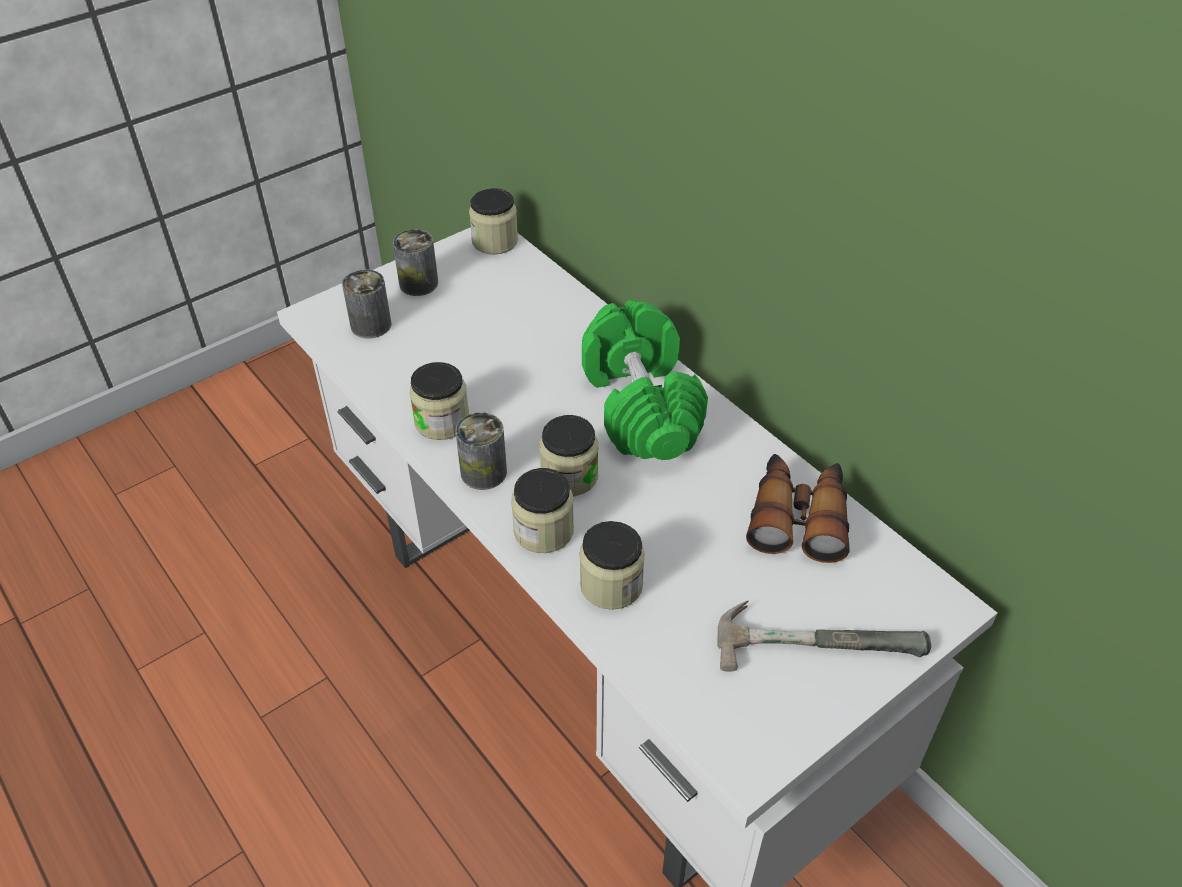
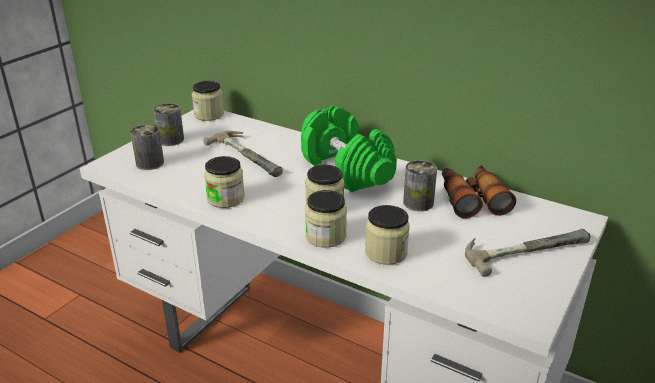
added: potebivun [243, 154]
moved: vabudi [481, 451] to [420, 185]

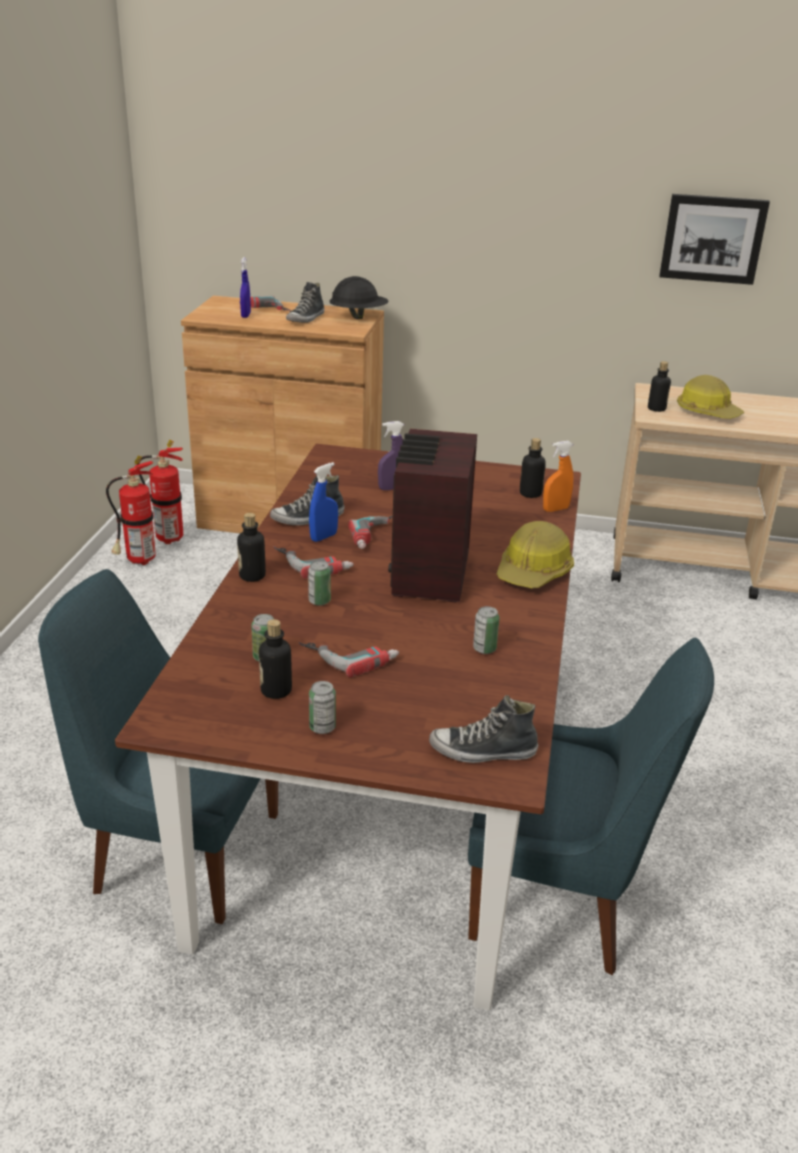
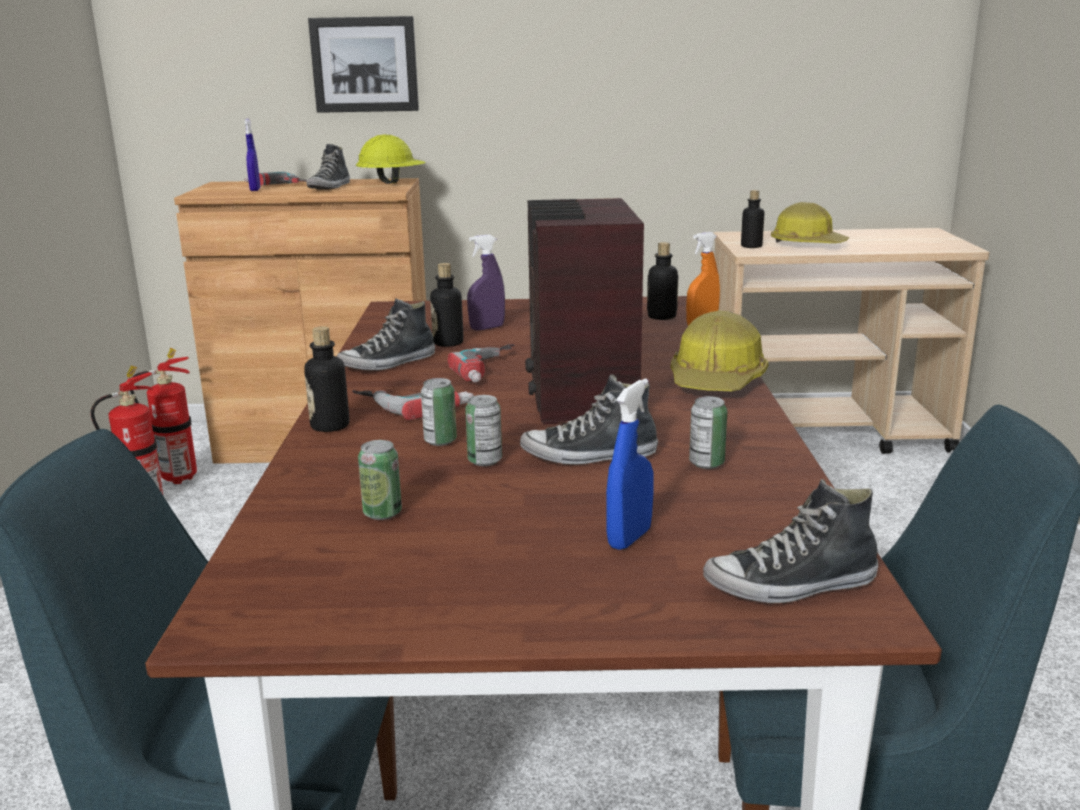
removed: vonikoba [349, 660]
added: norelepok [589, 420]
moved: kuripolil [275, 659] to [447, 305]; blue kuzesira [323, 502] to [630, 464]; vabudi [322, 707] to [483, 430]; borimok [714, 239] to [363, 64]
recoloured: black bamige [359, 297] to yellow bamige [390, 159]

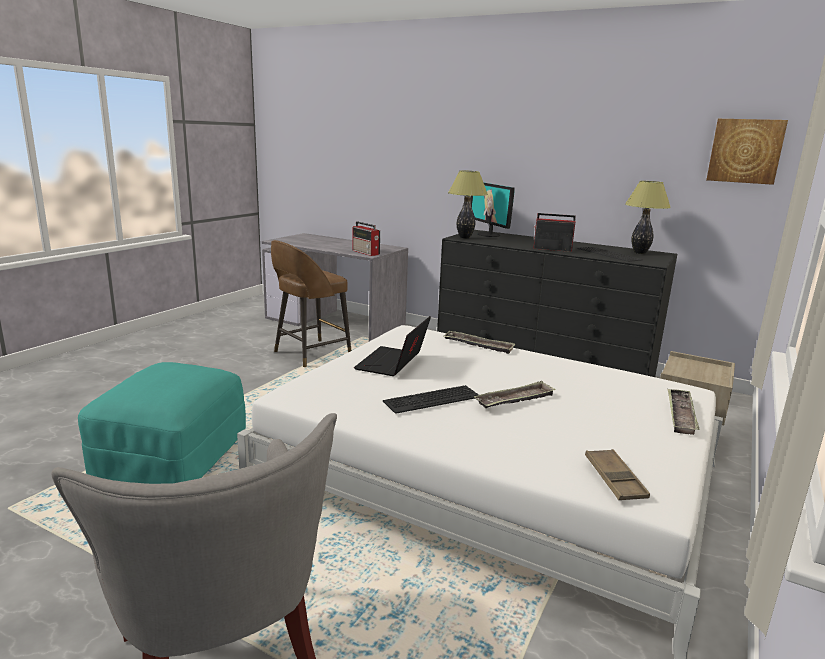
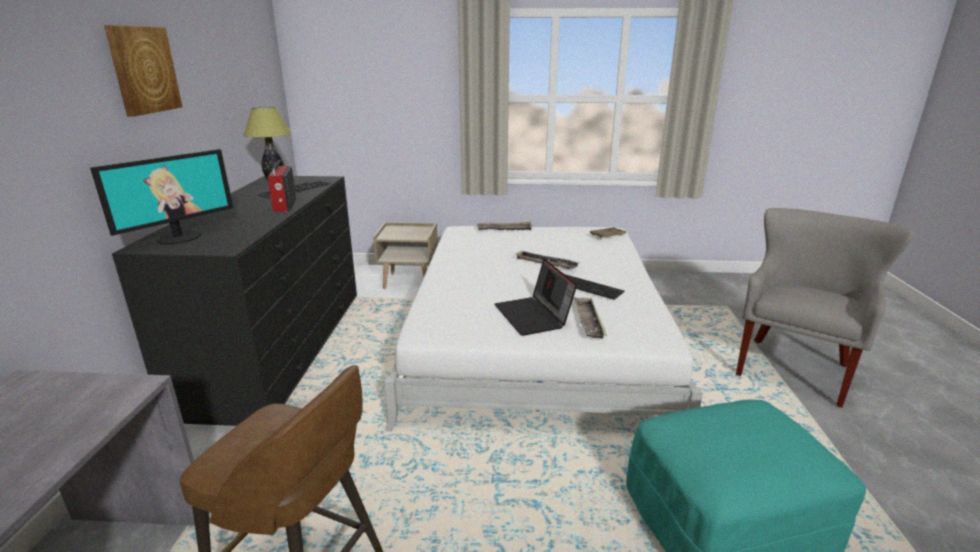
removed: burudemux [366, 238]; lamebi [468, 204]
moved: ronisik [480, 342] to [590, 318]; borimok [747, 152] to [143, 70]
turned: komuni [392, 346] = [536, 297] 75 degrees clockwise

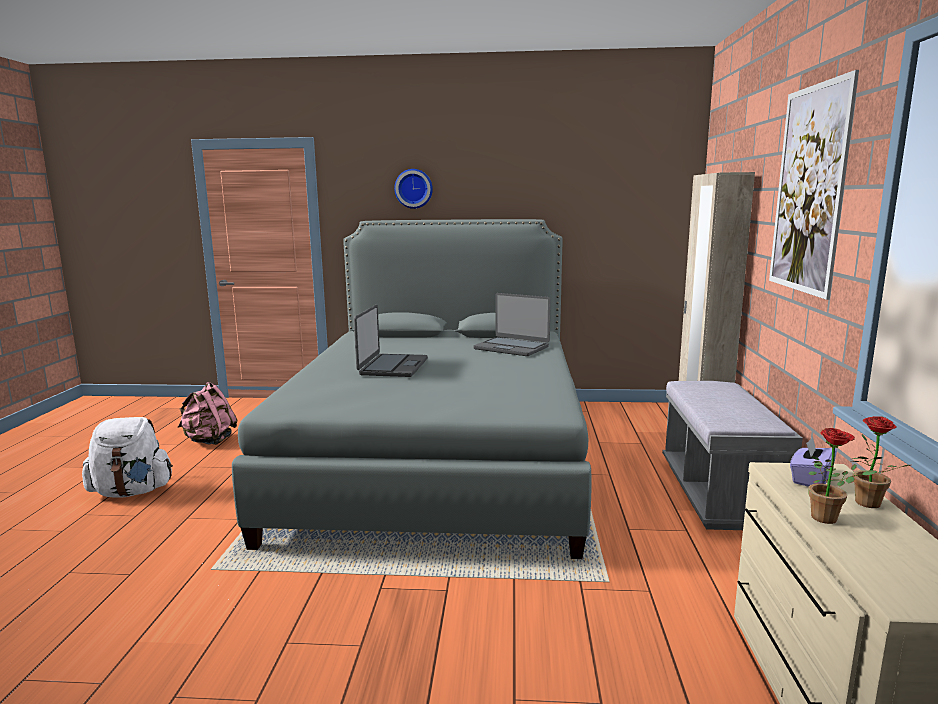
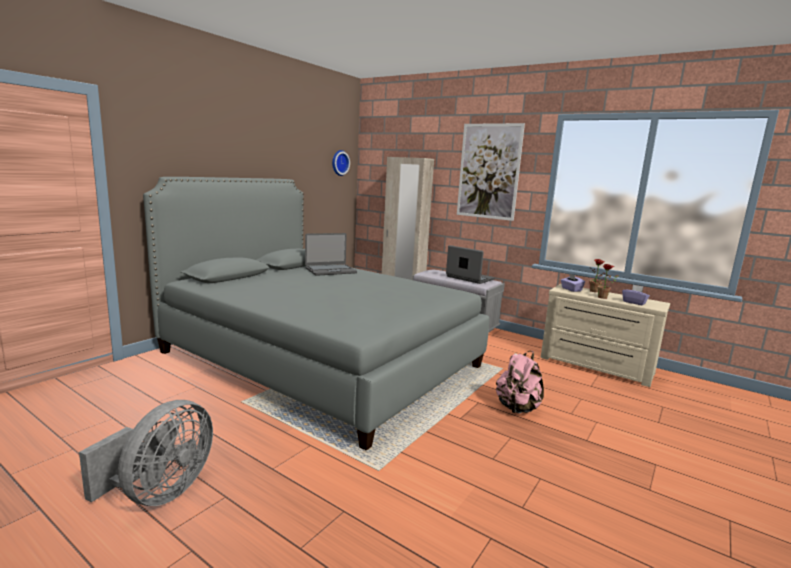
added: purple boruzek [636, 295]
moved: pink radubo [207, 413] to [520, 382]; komuni [391, 341] to [470, 264]; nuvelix [413, 189] to [341, 163]
replaced: white radubo [127, 457] to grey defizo [146, 453]

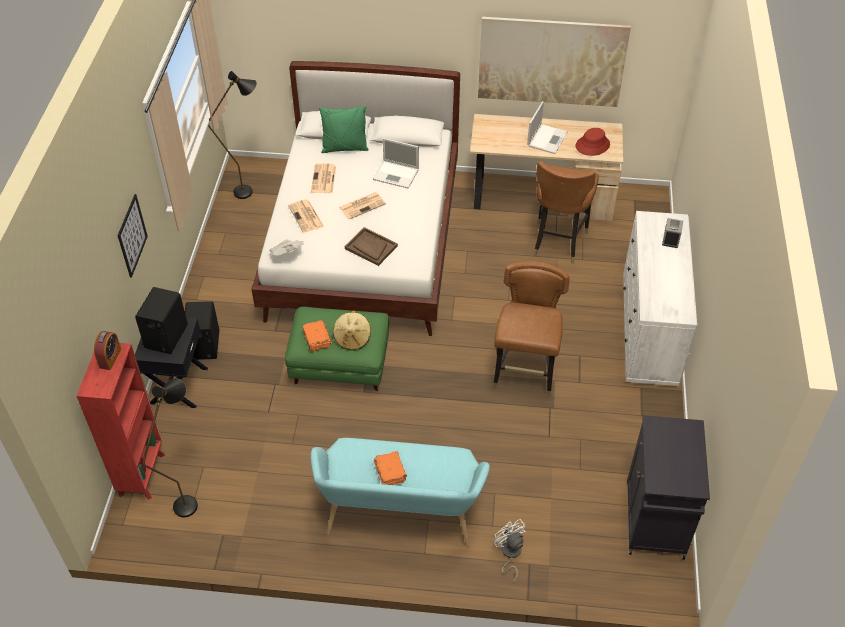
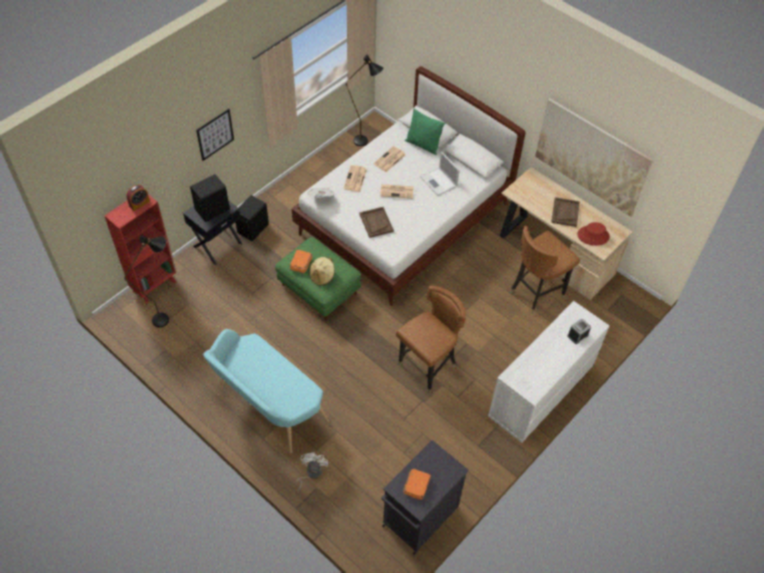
moved: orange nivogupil [390, 468] to [417, 484]
replaced: komuni [547, 127] to brown ronisik [565, 212]

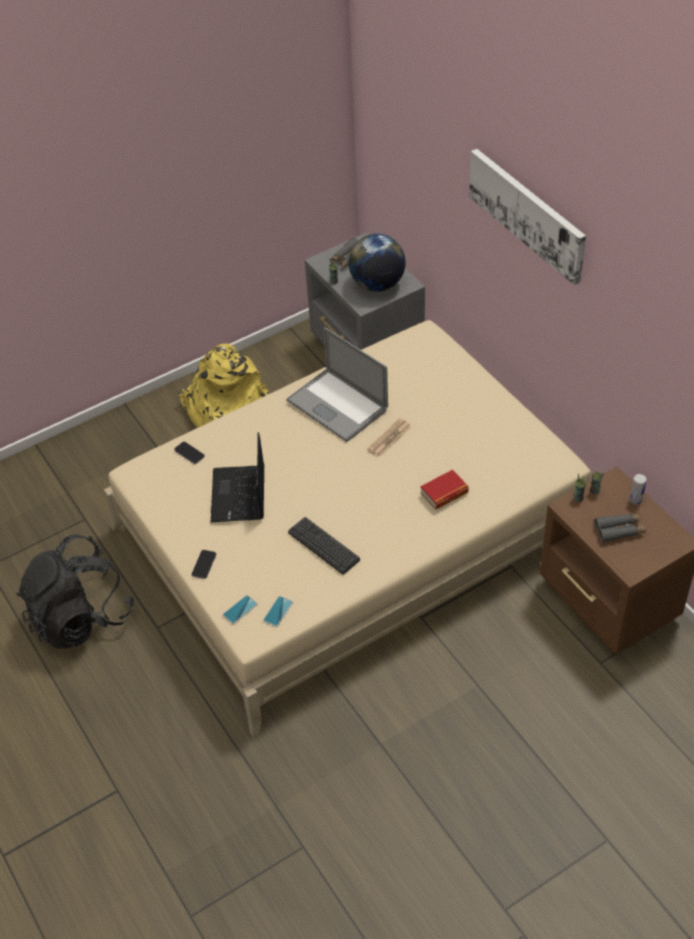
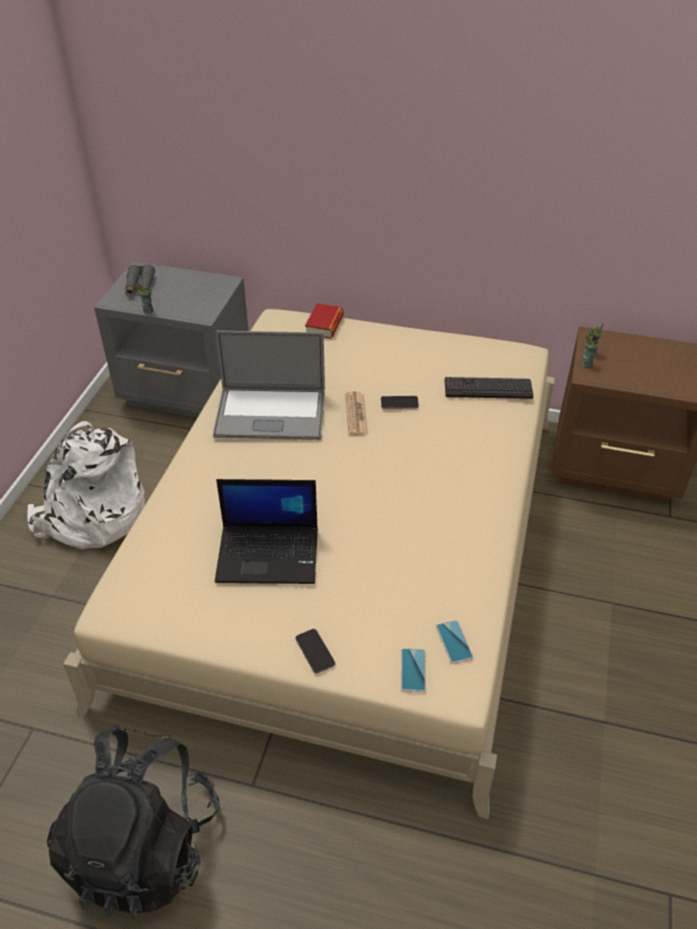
removed: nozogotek [377, 263]; borimok [527, 217]; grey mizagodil [620, 528]; vabudi [638, 489]
moved: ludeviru [189, 452] to [400, 402]; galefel [324, 545] to [489, 388]; nivogupil [445, 489] to [324, 321]
recoloured: yellow radubo [224, 385] to white radubo [86, 485]
turned: komuni [237, 477] = [266, 531] 45 degrees counterclockwise

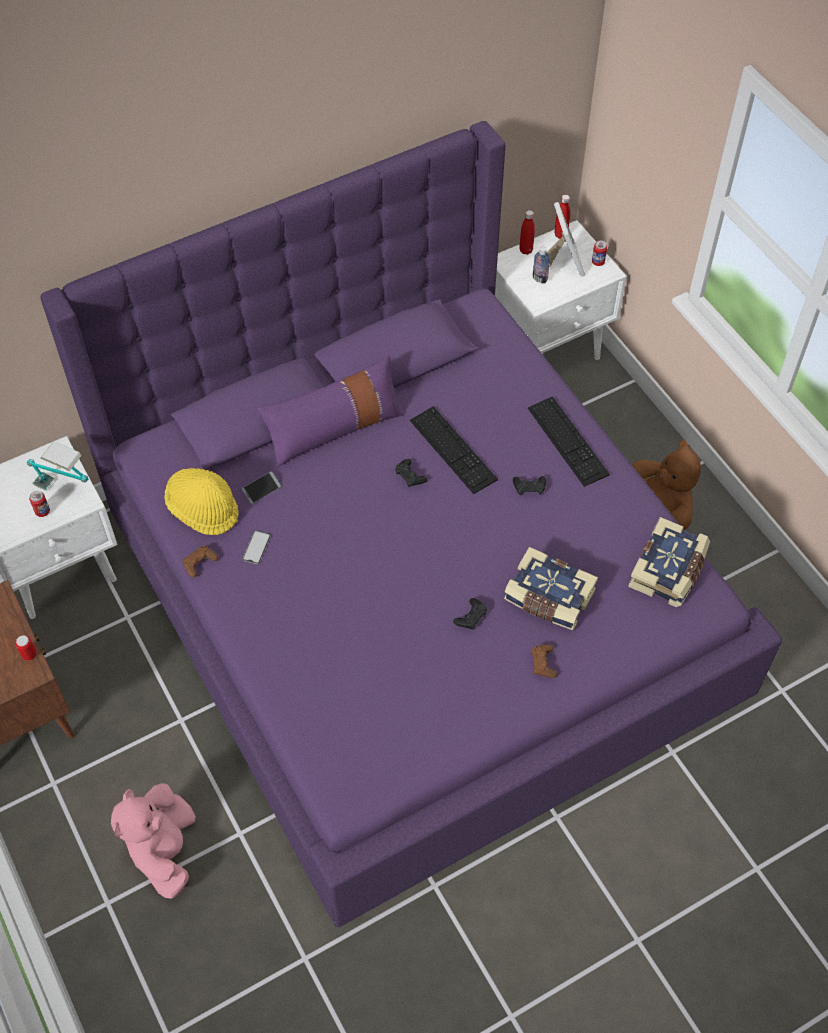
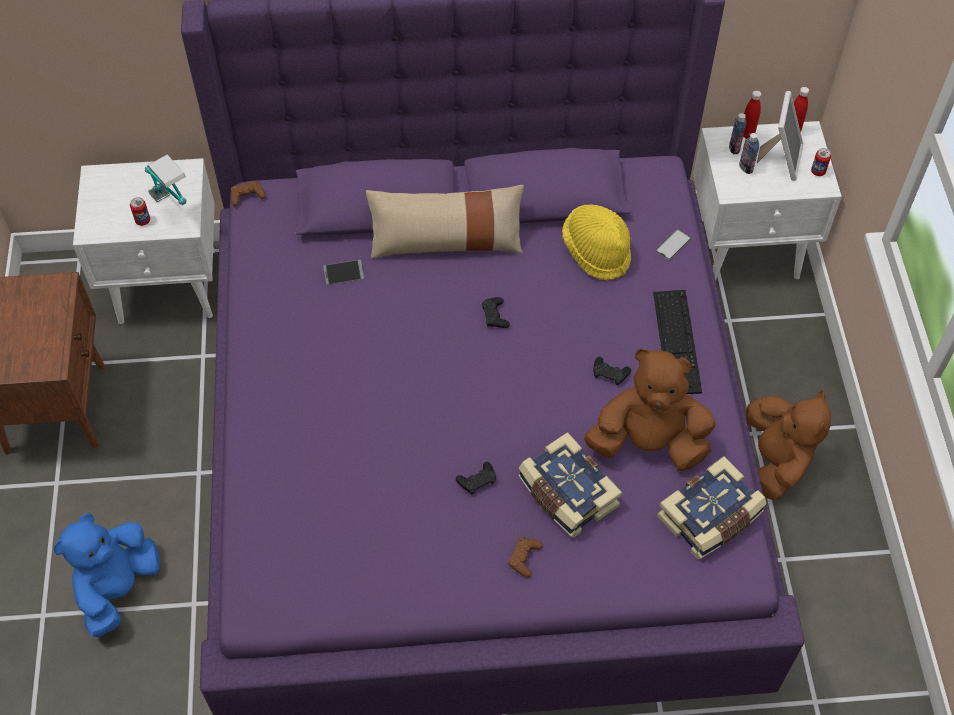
removed: vabudi [26, 648]; galefel [454, 450]
added: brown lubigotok [650, 410]; kuripolil [738, 133]
moved: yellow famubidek [201, 501] to [596, 242]; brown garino [200, 562] to [248, 193]; ludeviru [256, 547] to [673, 244]
recoloured: pink lubigotok [153, 841] to blue lubigotok [107, 575]; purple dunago [331, 411] to beige dunago [445, 222]

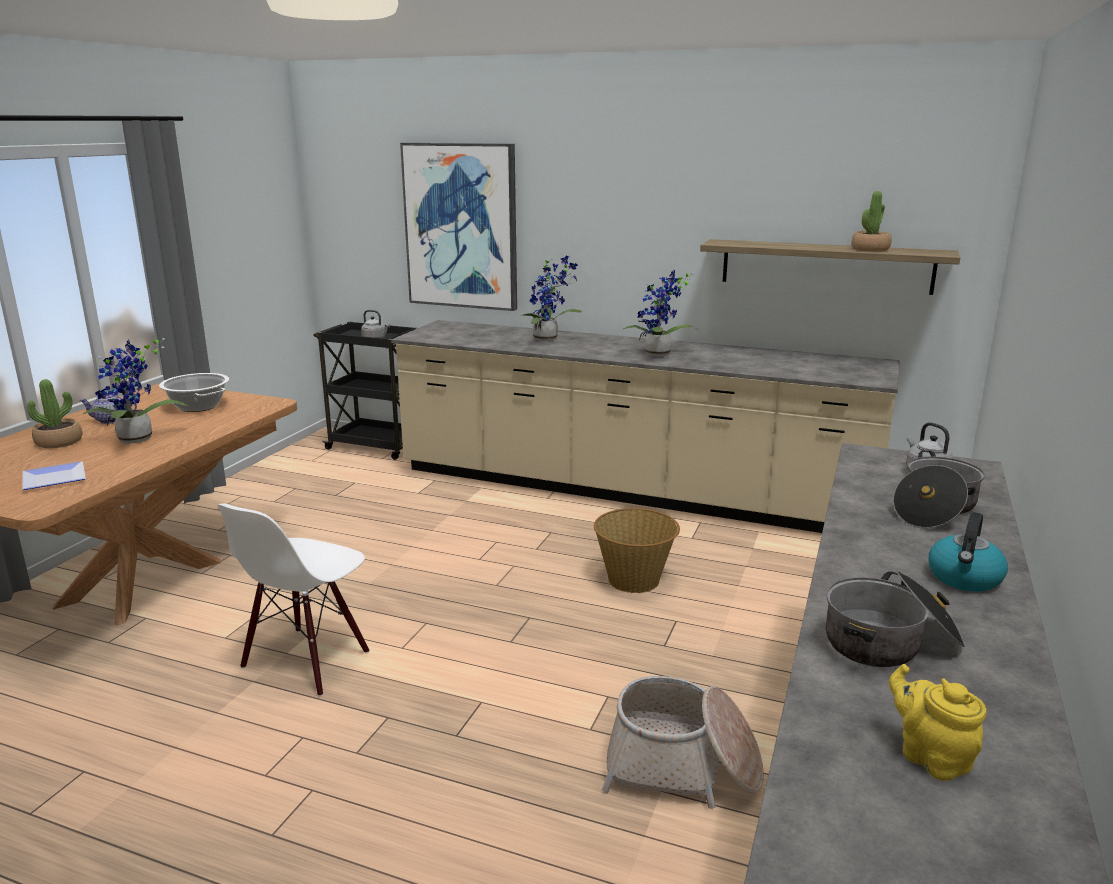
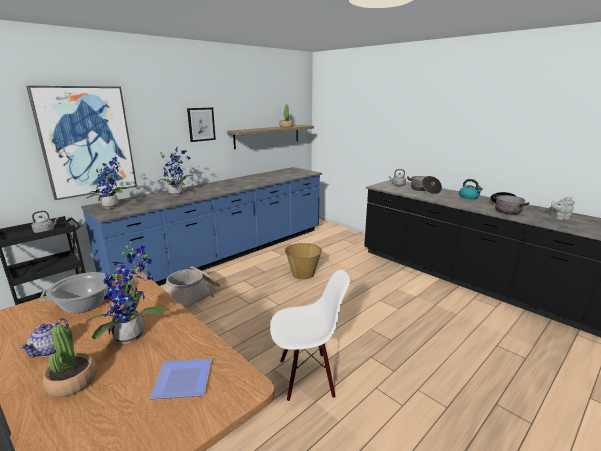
added: borimok [201, 125]
moved: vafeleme [683, 742] to [192, 287]; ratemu [661, 313] to [107, 183]
recoloured: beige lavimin [645, 426] to blue lavimin [201, 226]; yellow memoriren [938, 722] to grey memoriren [563, 208]
turned: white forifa [293, 600] = [310, 335] 60 degrees counterclockwise

